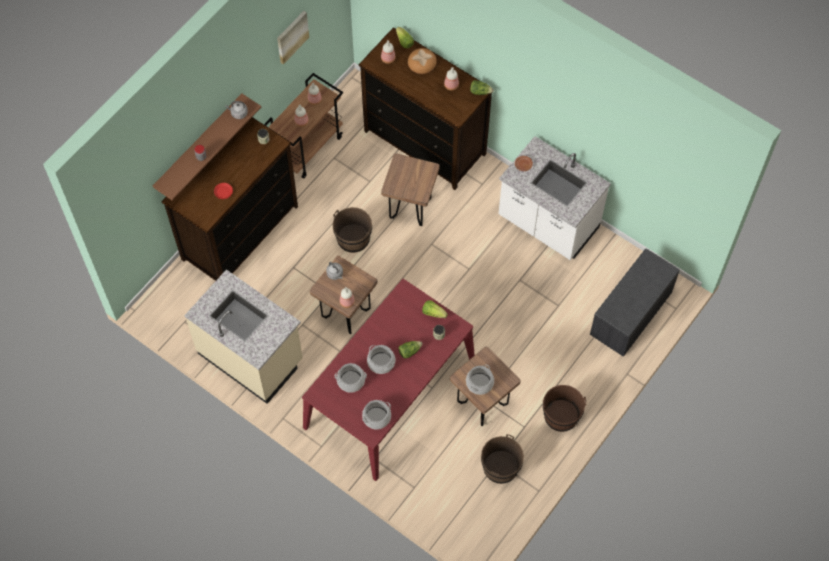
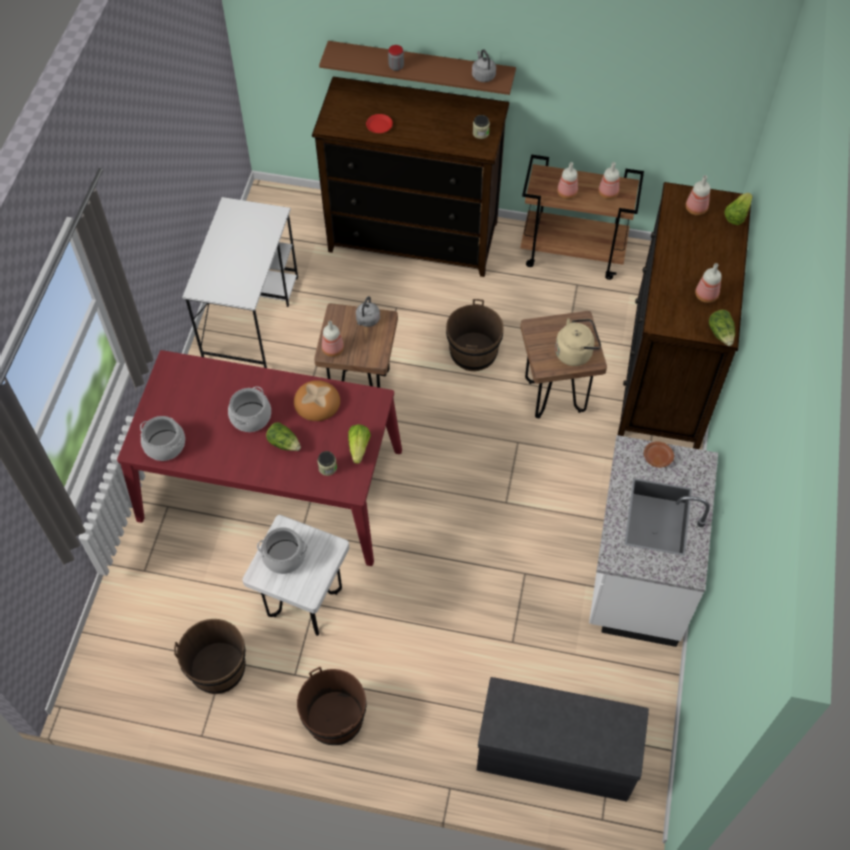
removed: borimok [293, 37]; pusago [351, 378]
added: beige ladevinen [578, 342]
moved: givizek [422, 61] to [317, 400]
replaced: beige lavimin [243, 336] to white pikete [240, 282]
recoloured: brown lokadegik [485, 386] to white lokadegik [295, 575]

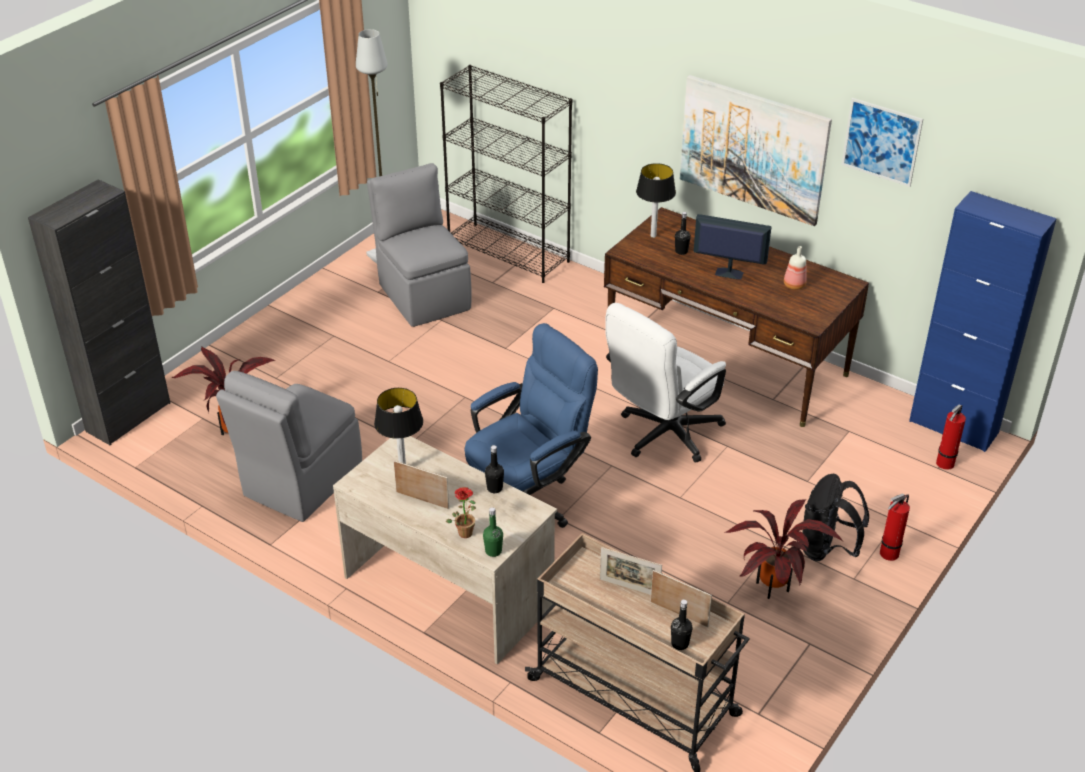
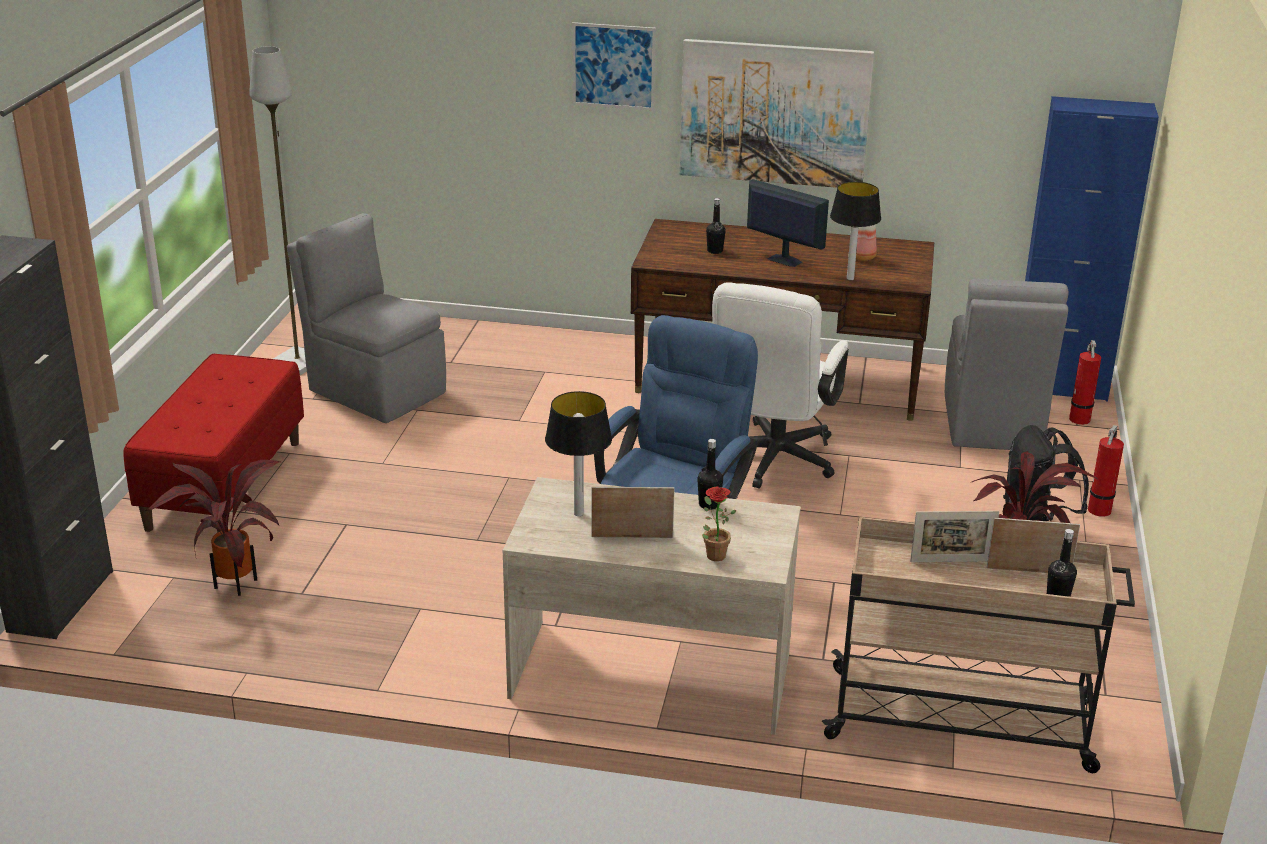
removed: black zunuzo [506, 174]; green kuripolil [493, 532]
added: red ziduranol [214, 443]
moved: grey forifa [289, 446] to [1007, 364]; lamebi [656, 200] to [855, 231]; borimok [882, 142] to [614, 66]
turned: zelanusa [733, 246] = [788, 223] 45 degrees clockwise

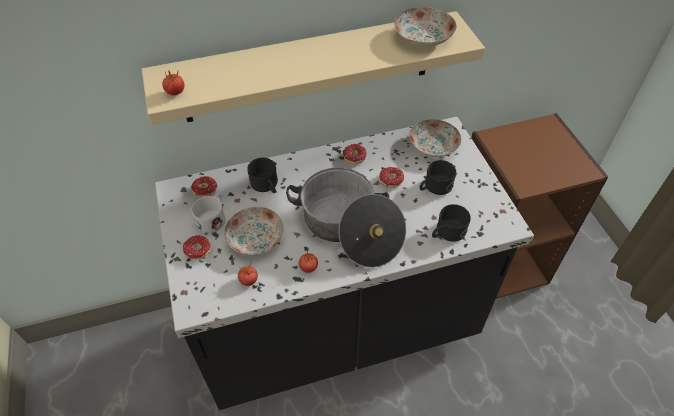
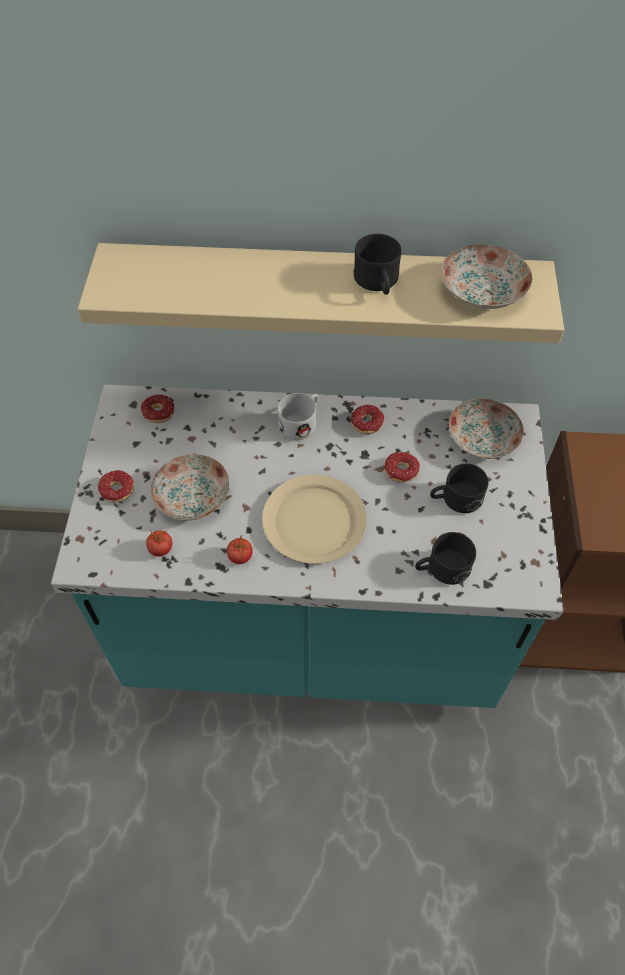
removed: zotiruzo [173, 83]
moved: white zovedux [208, 213] to [298, 416]; black zovedux [262, 175] to [377, 264]
replaced: pusago [346, 218] to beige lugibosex [314, 519]
recoloured: black lavimin [344, 263] to turquoise lavimin [307, 546]

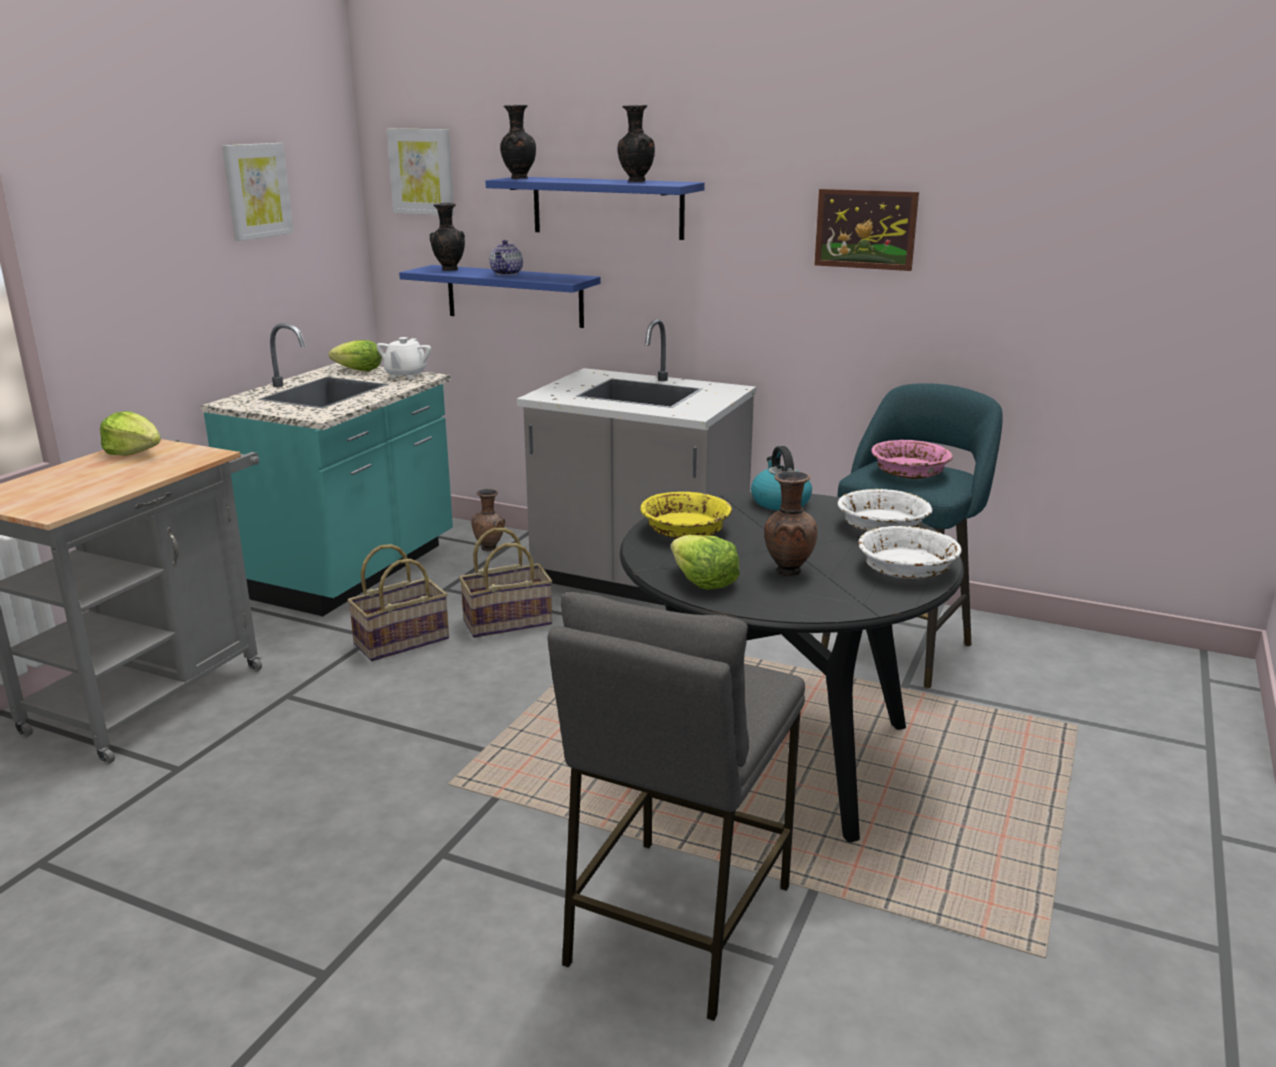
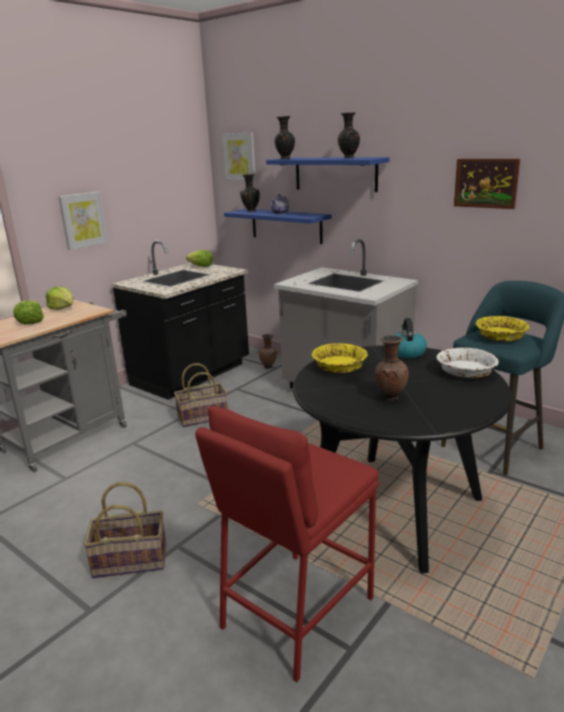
removed: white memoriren [404, 358]; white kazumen [910, 552]
moved: borimok [258, 192] to [83, 221]; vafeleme [505, 583] to [124, 530]; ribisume [705, 562] to [29, 312]
recoloured: turquoise lavimin [327, 469] to black lavimin [180, 320]; grey lokadegik [676, 806] to red lokadegik [287, 544]; pink kazumen [911, 459] to yellow kazumen [502, 329]

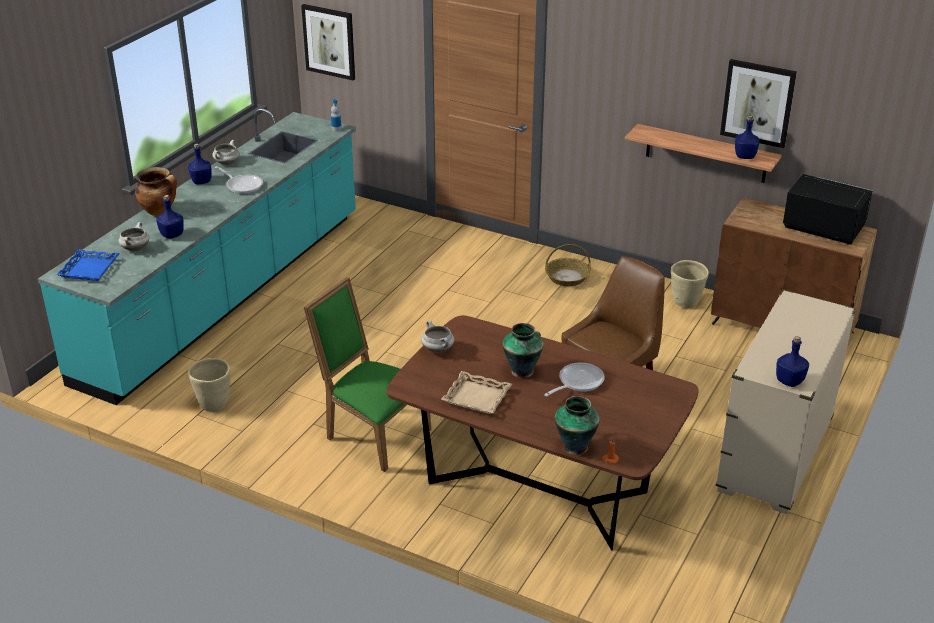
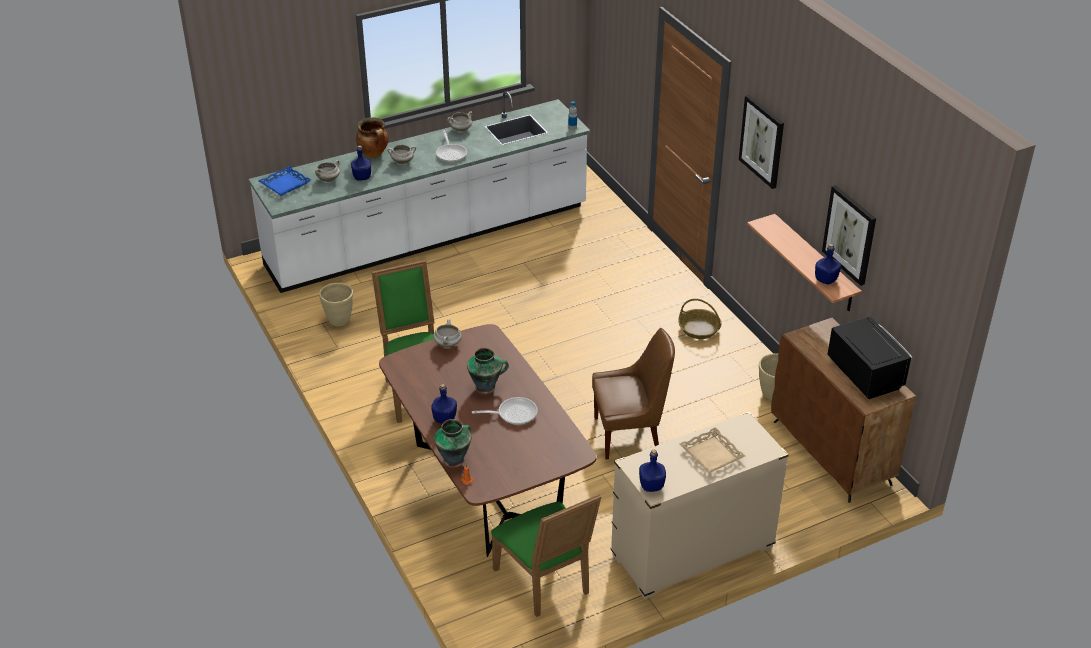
added: white pusago [401, 154]; green forifa [546, 555]
moved: blue kuripolil [200, 164] to [444, 404]; borimok [328, 42] to [761, 142]; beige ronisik [476, 392] to [712, 450]
recoloured: turquoise lavimin [197, 256] to white lavimin [419, 192]

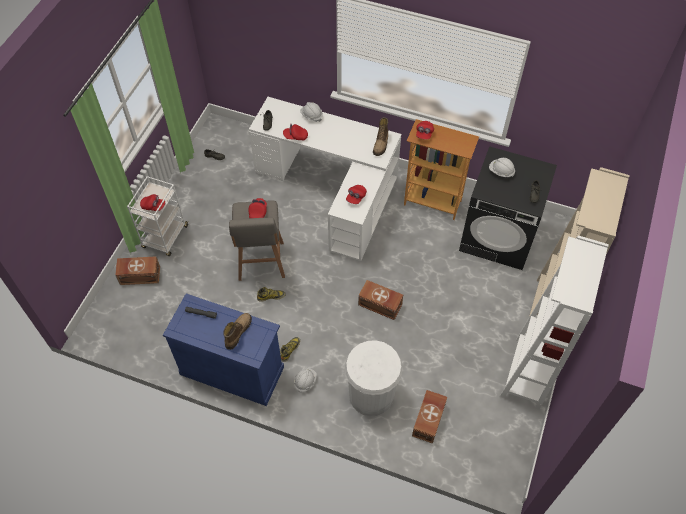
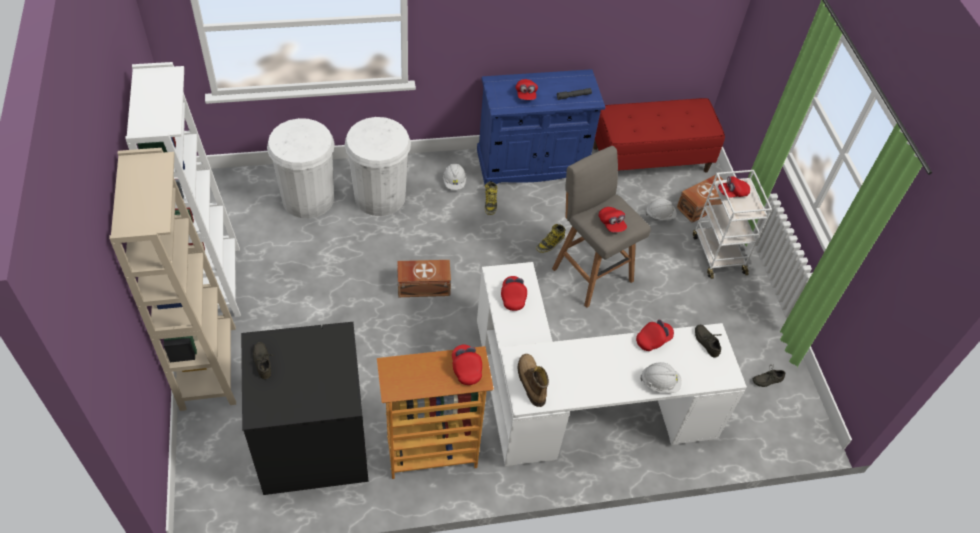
added: red ziduranol [659, 135]
moved: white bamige [502, 167] to [661, 209]
replaced: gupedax [237, 331] to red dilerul [526, 89]; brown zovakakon [429, 417] to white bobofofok [301, 168]

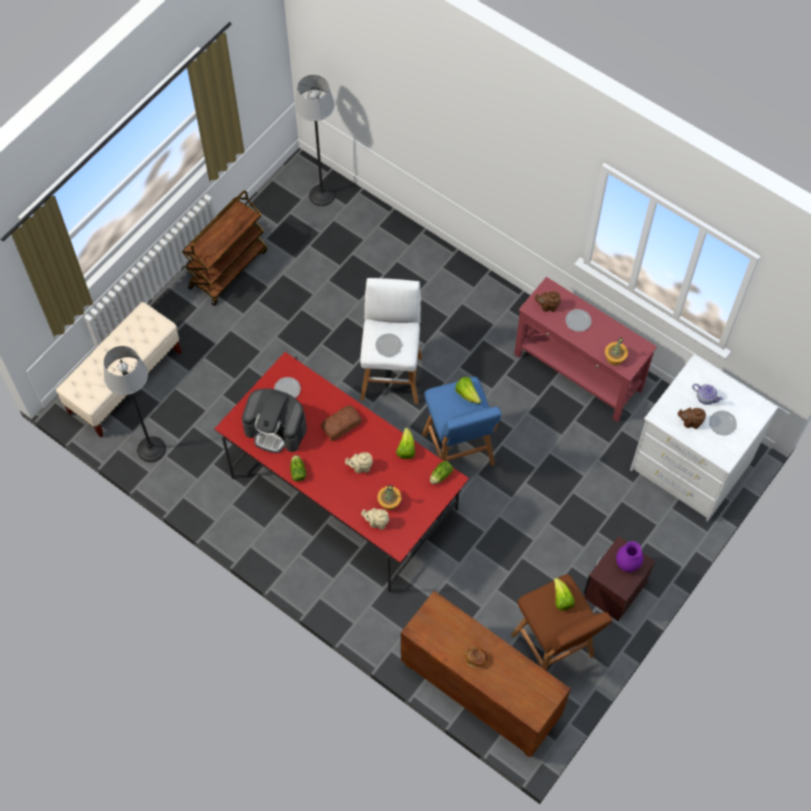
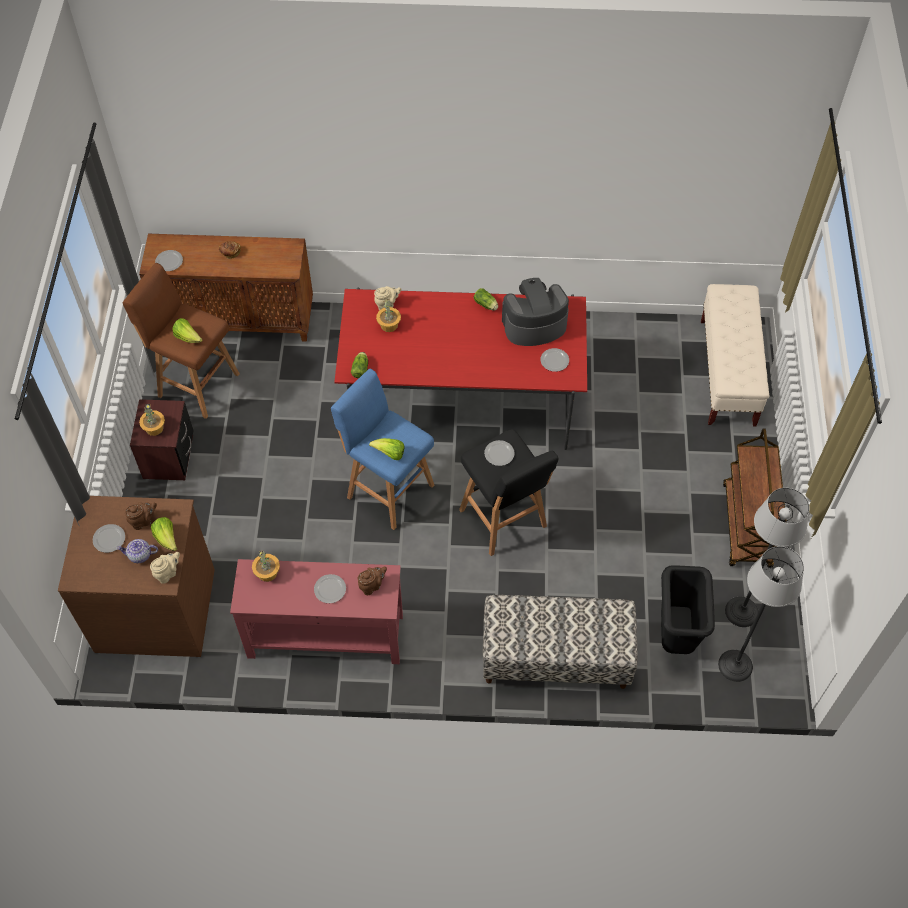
removed: givizek [341, 423]
added: lugibosex [169, 260]; ziduranol [560, 642]; black bobofofok [688, 609]
moved: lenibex [134, 404] to [767, 557]; beige memoriren [359, 462] to [165, 568]; ribisume [405, 443] to [164, 534]
replaced: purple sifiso [629, 556] to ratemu [152, 420]
recoloured: white lokadegik [391, 341] to black lokadegik [508, 493]; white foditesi [704, 438] to brown foditesi [136, 576]

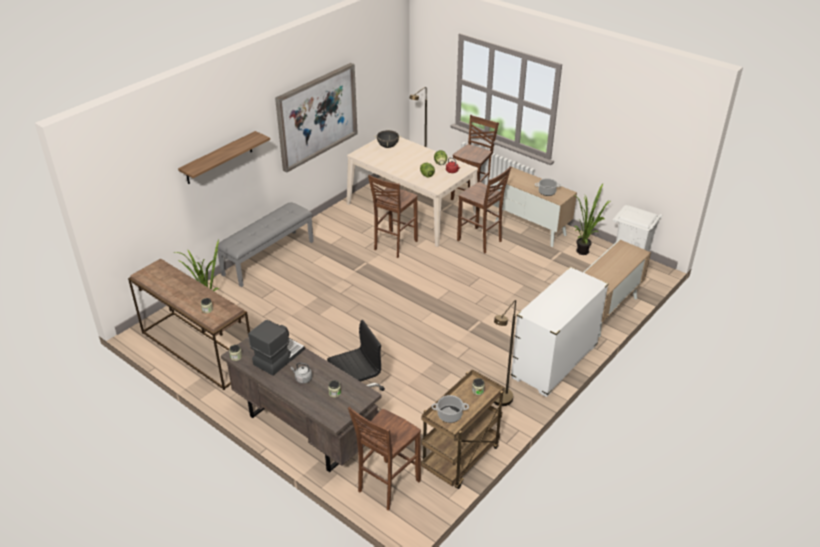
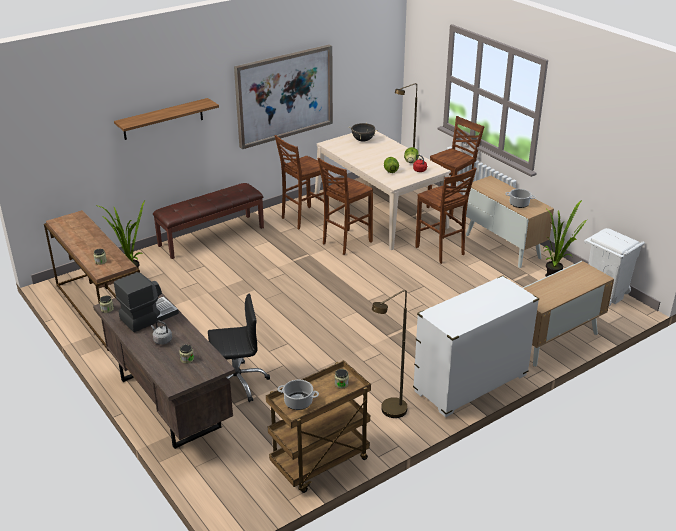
moved: brown lokadegik [384, 459] to [302, 182]
recoloured: grey ziduranol [265, 244] to brown ziduranol [208, 221]

